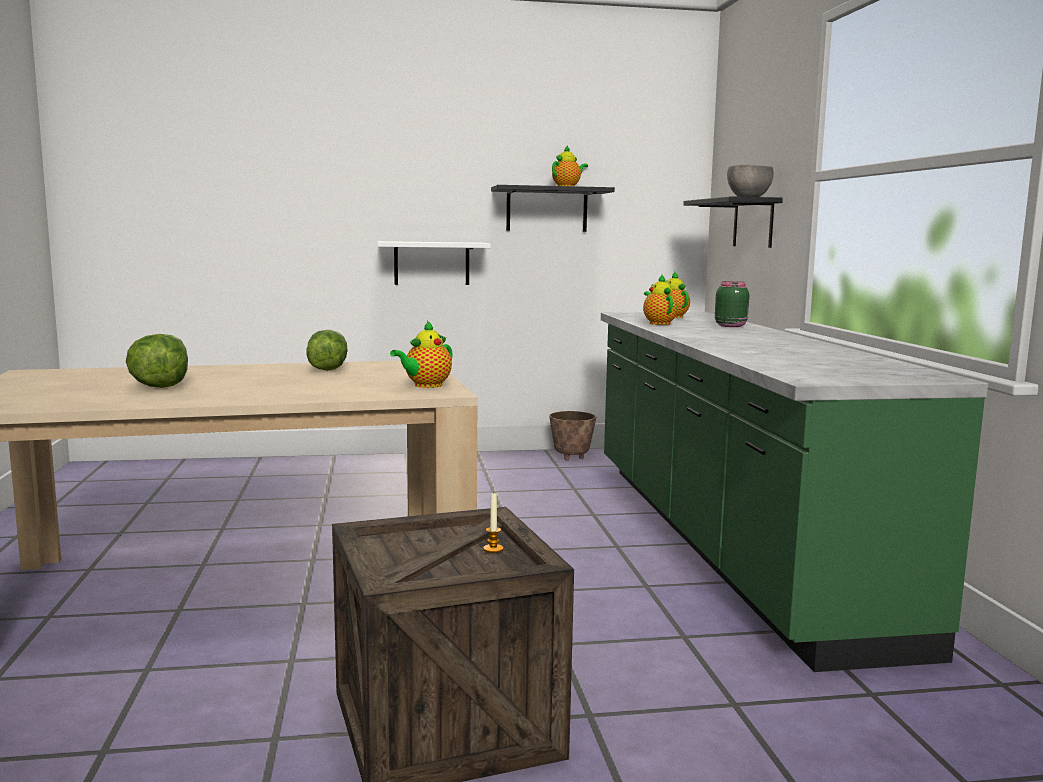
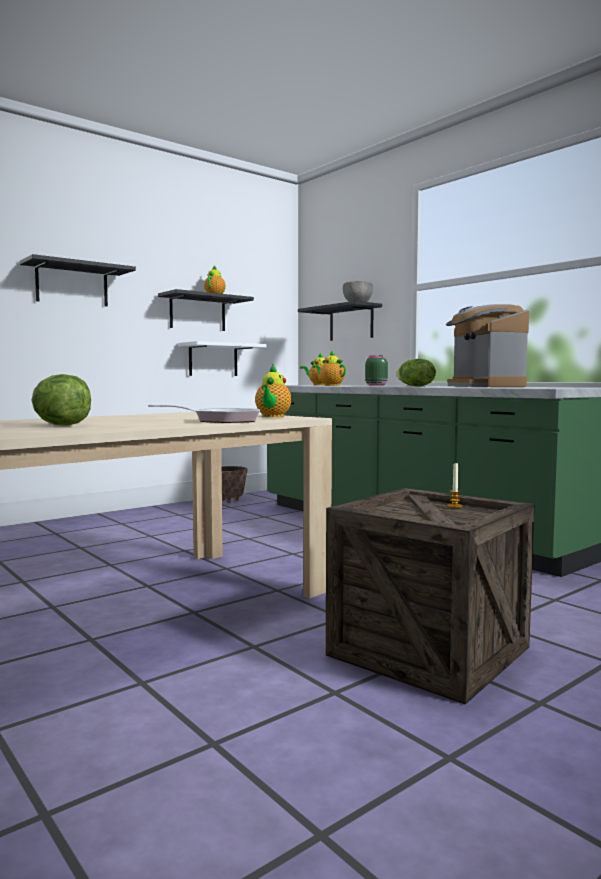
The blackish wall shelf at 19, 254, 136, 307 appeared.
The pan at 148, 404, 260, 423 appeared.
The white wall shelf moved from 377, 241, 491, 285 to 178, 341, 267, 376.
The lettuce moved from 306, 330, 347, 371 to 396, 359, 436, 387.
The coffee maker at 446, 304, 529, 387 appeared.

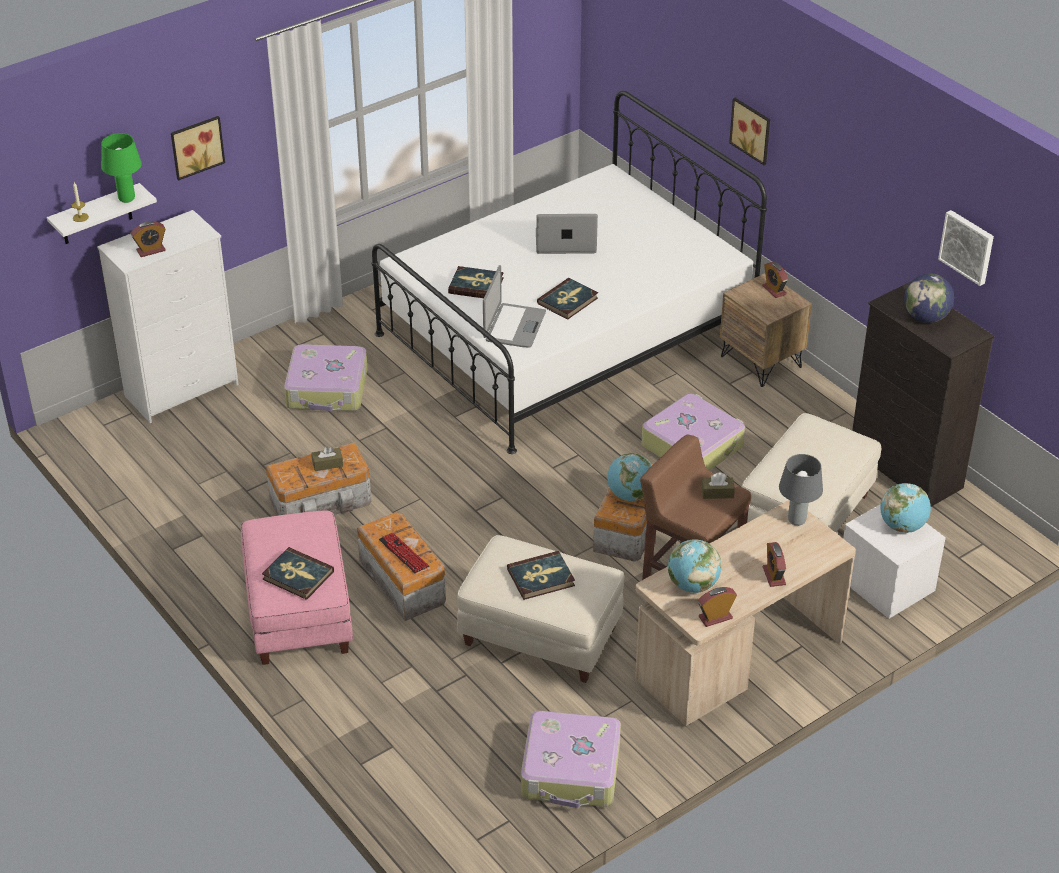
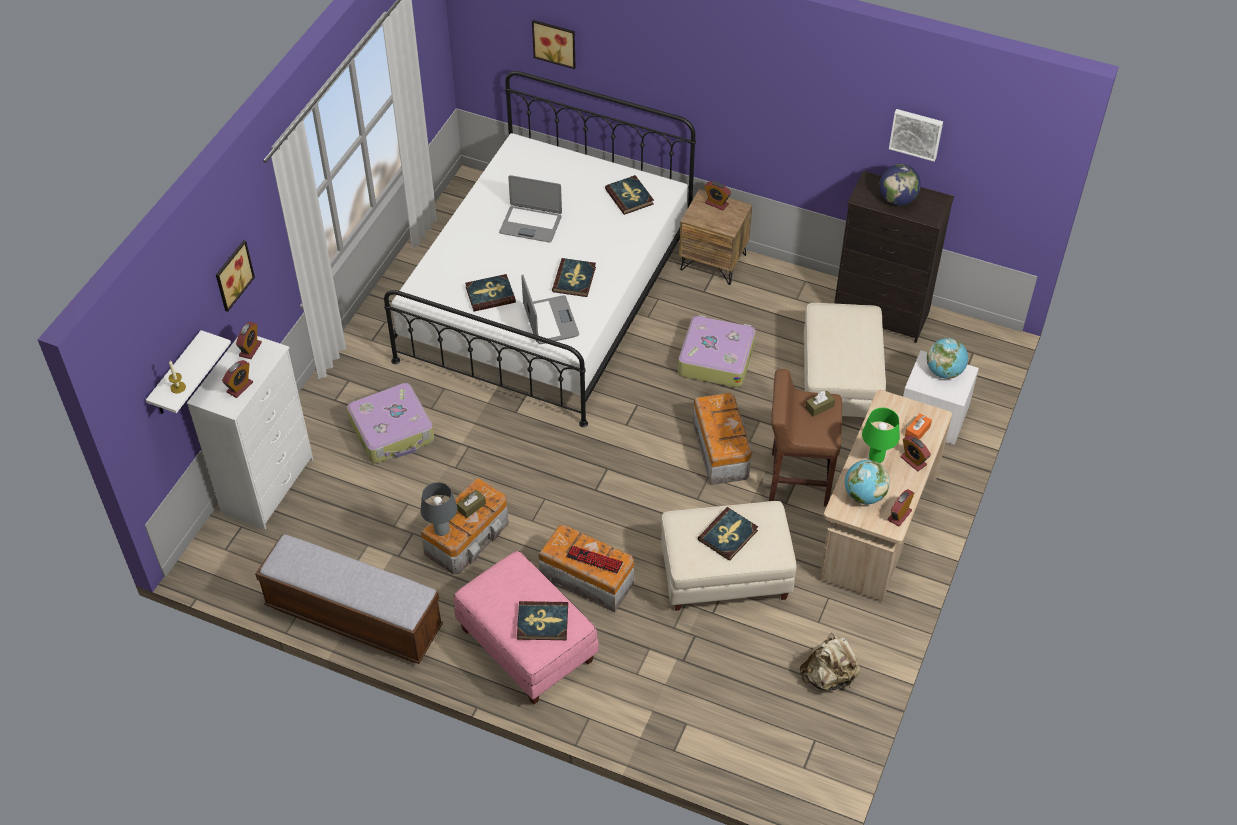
The table clock at 236, 322, 262, 359 appeared.
The indoor bench at 255, 534, 443, 664 appeared.
The greyish lamp for a table moved from 779, 454, 823, 526 to 420, 482, 457, 536.
The portable computer at 536, 214, 598, 254 turned 135 degrees counterclockwise.
The wall art moved from 729, 98, 770, 165 to 532, 20, 576, 69.
The bound book at 605, 175, 654, 215 appeared.
The suitcase at 521, 711, 621, 808 was replaced by the beige rucksack at 800, 633, 860, 691.
The greenish lamp for a table moved from 101, 133, 142, 203 to 862, 408, 900, 463.
The orange tissue holder at 905, 413, 932, 440 appeared.
The desk globe at 607, 453, 652, 501 disappeared.

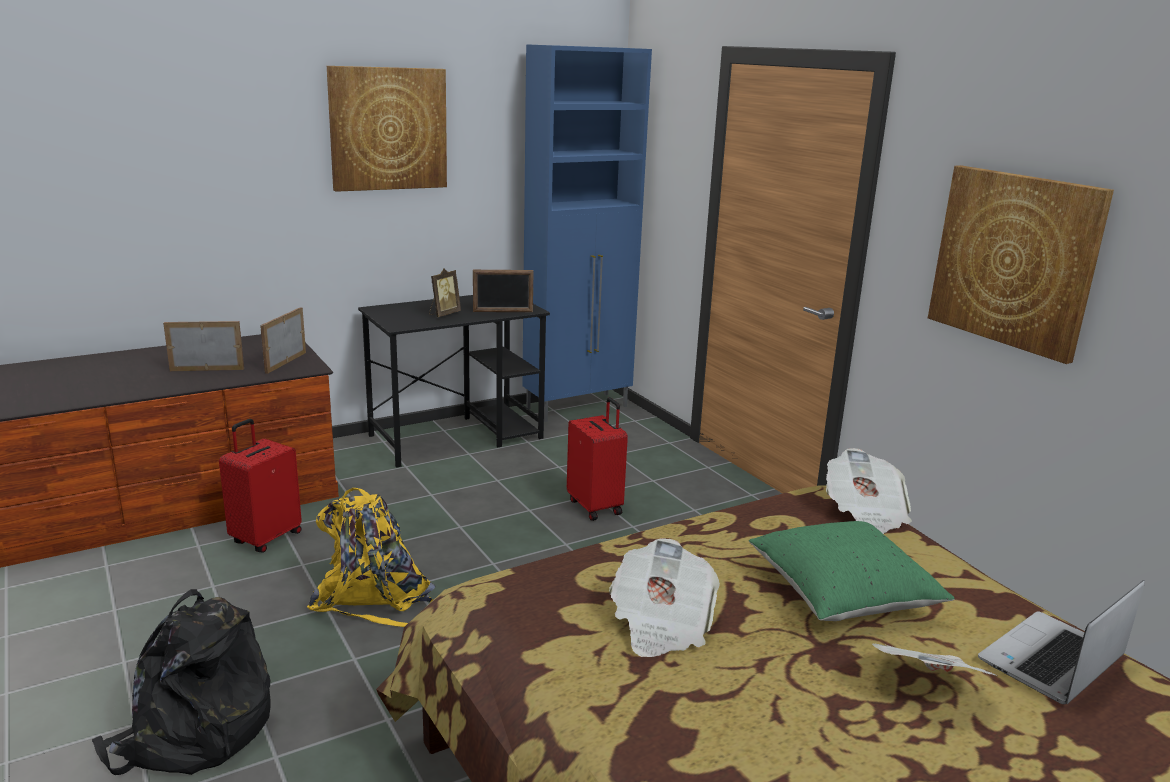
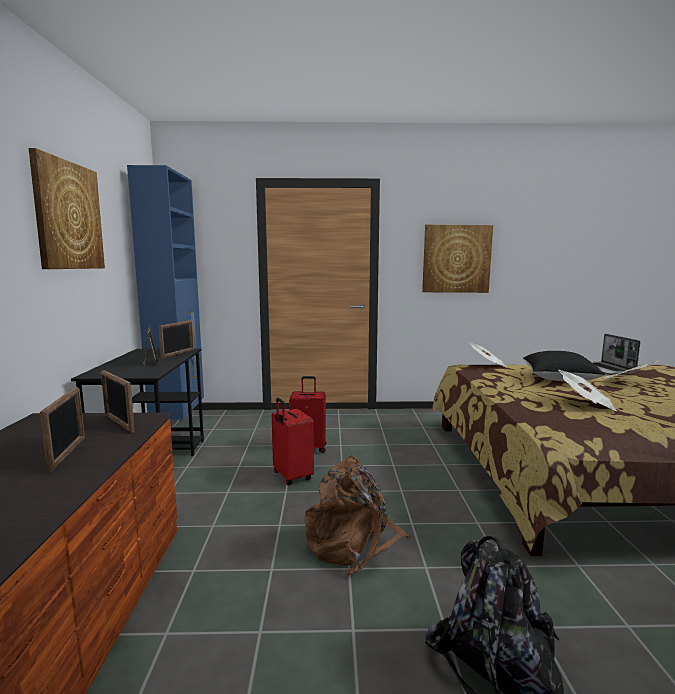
The standing frame at 163, 321, 244, 371 turned 150 degrees clockwise.
The red suitcase moved from 219, 419, 302, 553 to 272, 398, 314, 485.
The yellow-coloured rucksack at 307, 488, 436, 627 became the brownish rucksack at 304, 455, 410, 575.
The greenish throw pillow at 749, 521, 955, 621 became the blackish throw pillow at 523, 351, 605, 381.

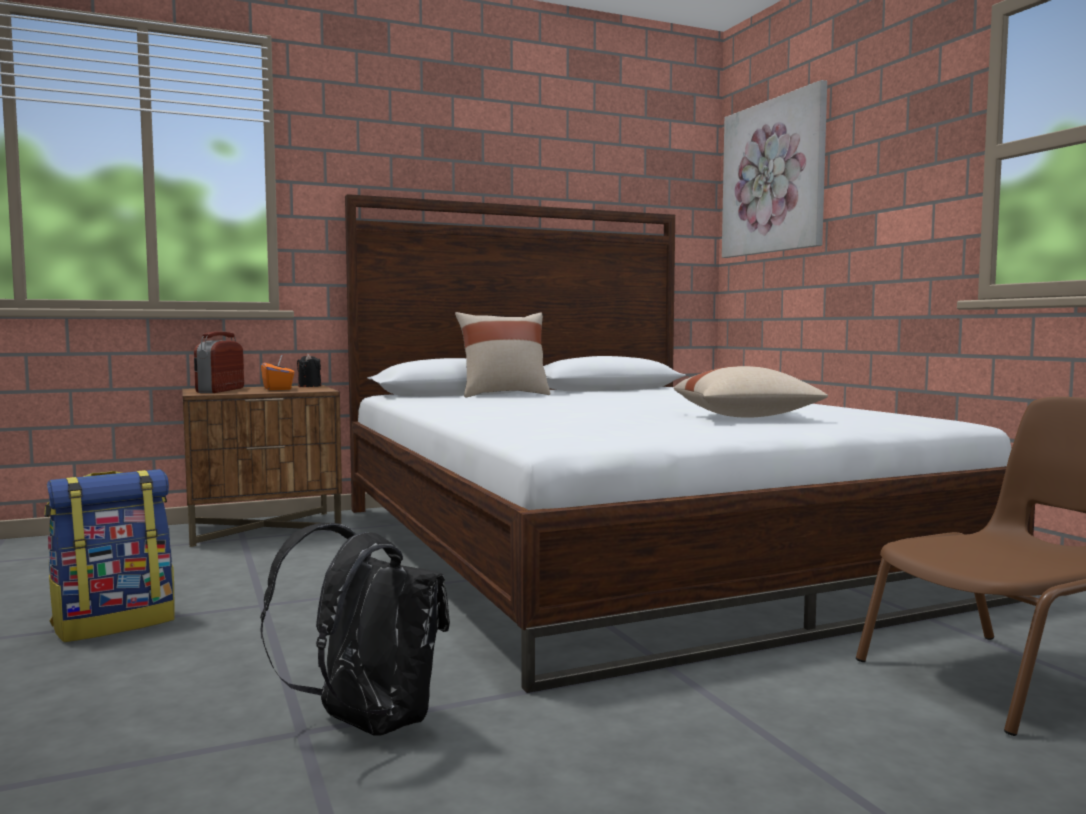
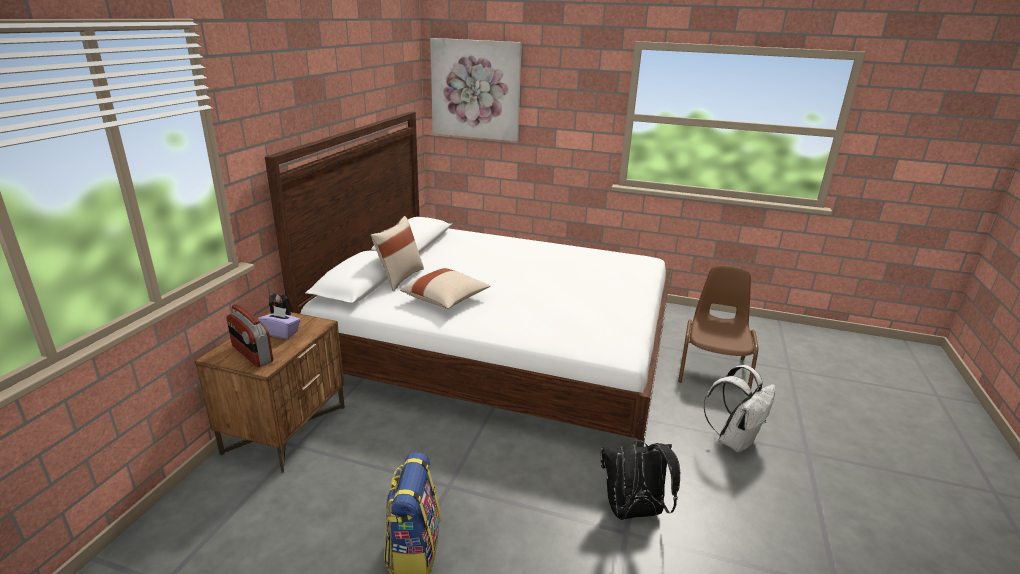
The orange tissue holder at 261, 355, 294, 390 became the purplish tissue holder at 258, 306, 300, 339.
The beige throw pillow moved from 674, 366, 828, 418 to 400, 268, 490, 309.
The white rucksack at 704, 365, 776, 453 appeared.

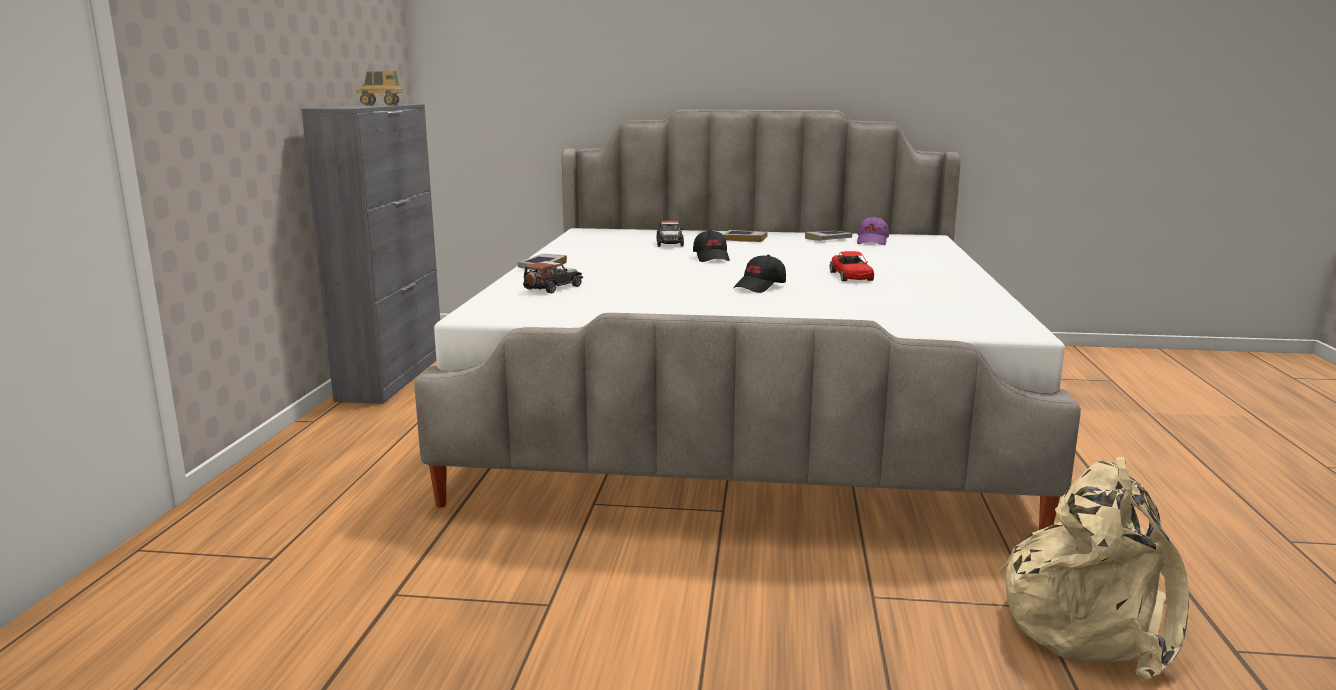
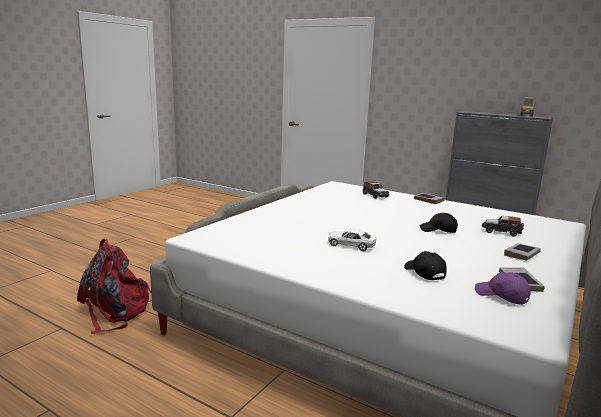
The beige rucksack at 999, 457, 1189, 680 became the red rucksack at 77, 239, 151, 334.
The red toy car at 830, 251, 874, 281 became the white toy car at 328, 228, 376, 251.
The blackish peaked cap moved from 733, 255, 786, 293 to 404, 251, 447, 280.

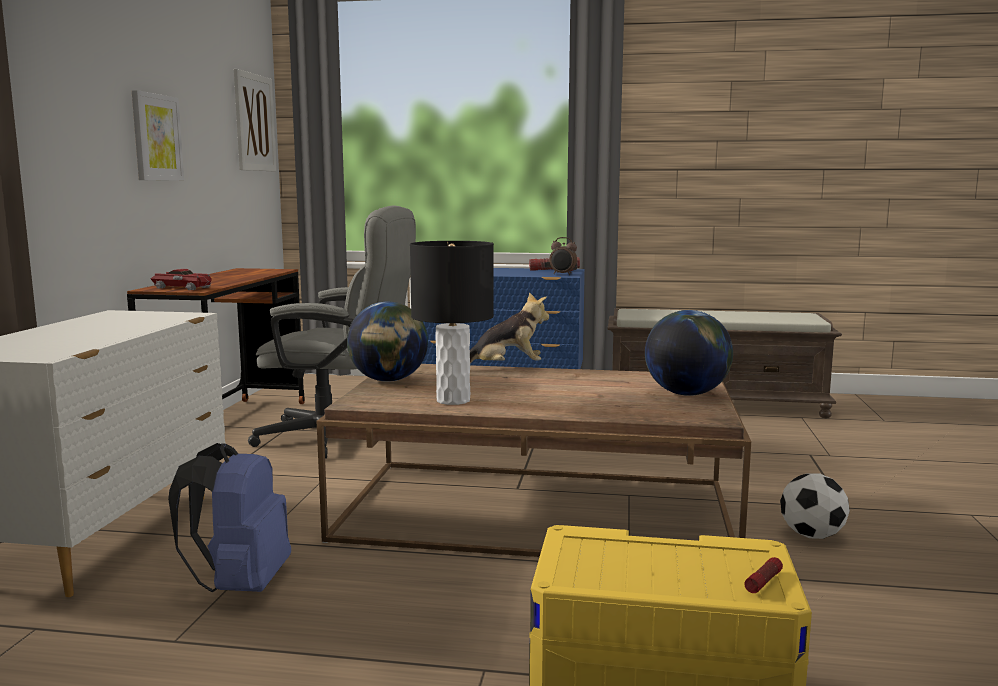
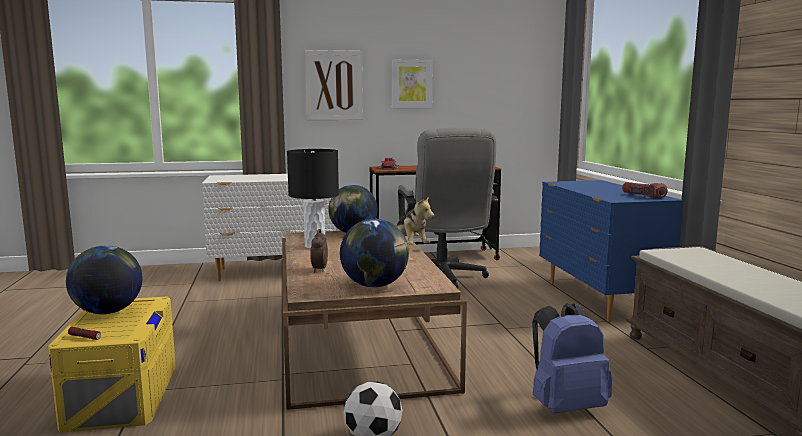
The desk globe at 66, 245, 142, 314 appeared.
The wall art moved from 234, 69, 277, 171 to 305, 50, 363, 120.
The table clock moved from 549, 237, 577, 275 to 310, 229, 328, 272.
The bluish rucksack moved from 168, 443, 291, 592 to 532, 303, 612, 413.

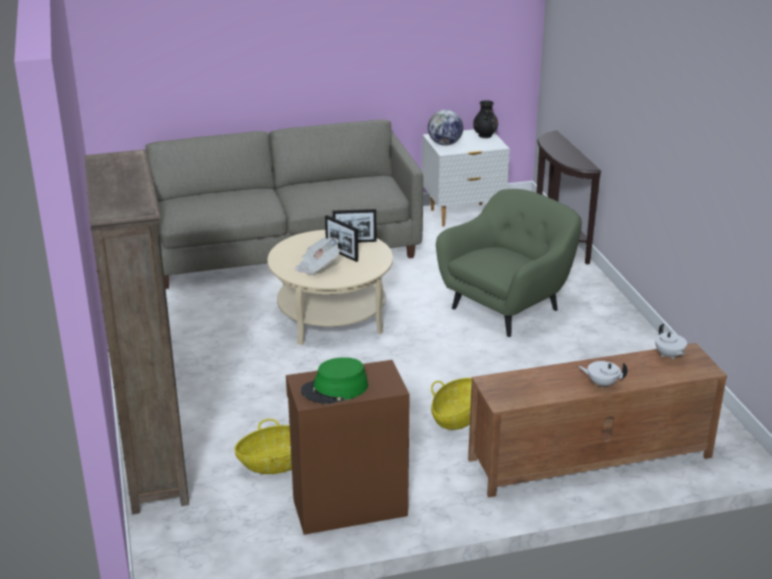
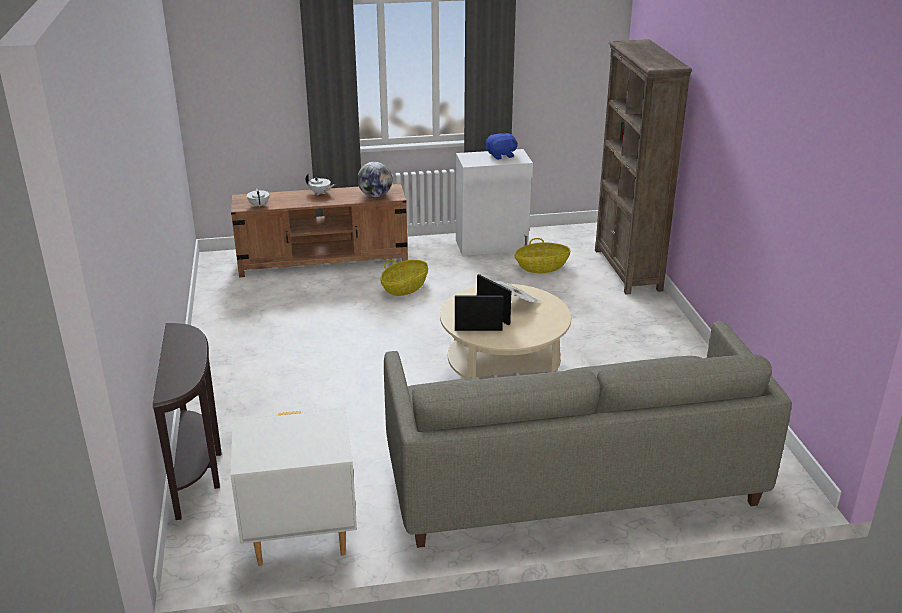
The desk globe moved from 428, 110, 463, 146 to 357, 162, 393, 197.
The brownish storage cabinet at 286, 360, 410, 535 became the white storage cabinet at 456, 149, 533, 256.
The greenish hat at 301, 357, 368, 404 was replaced by the bluish plush toy at 486, 132, 518, 160.
The greenish lounge chair at 436, 189, 582, 337 disappeared.
The blackish decorative vase at 473, 100, 498, 138 disappeared.

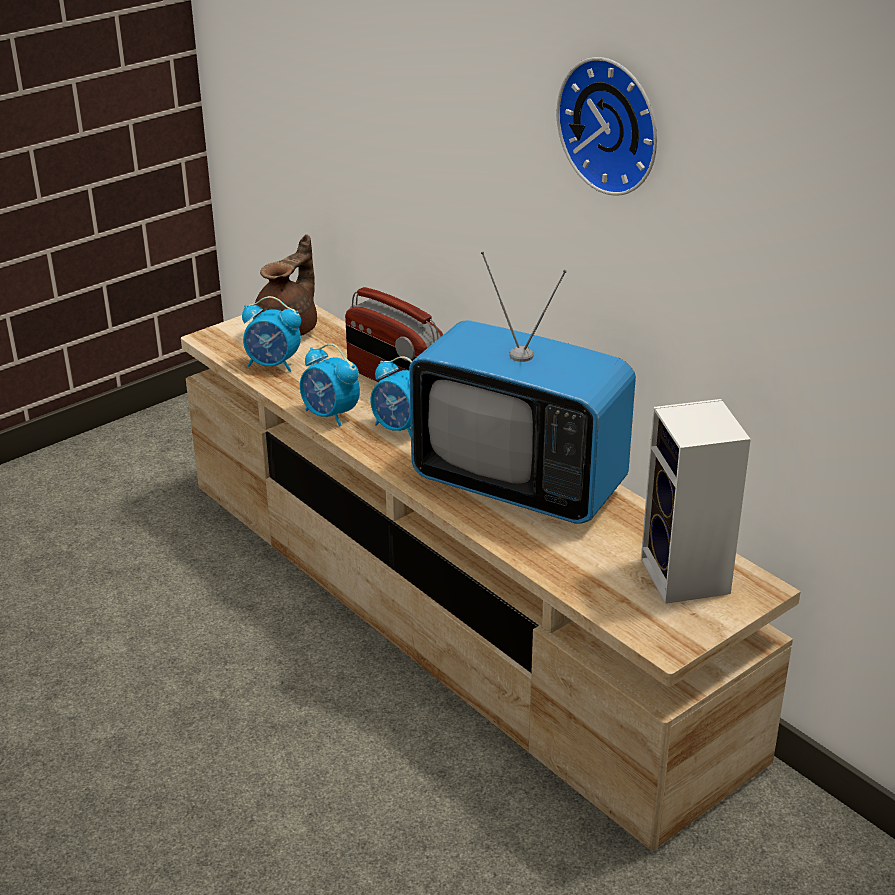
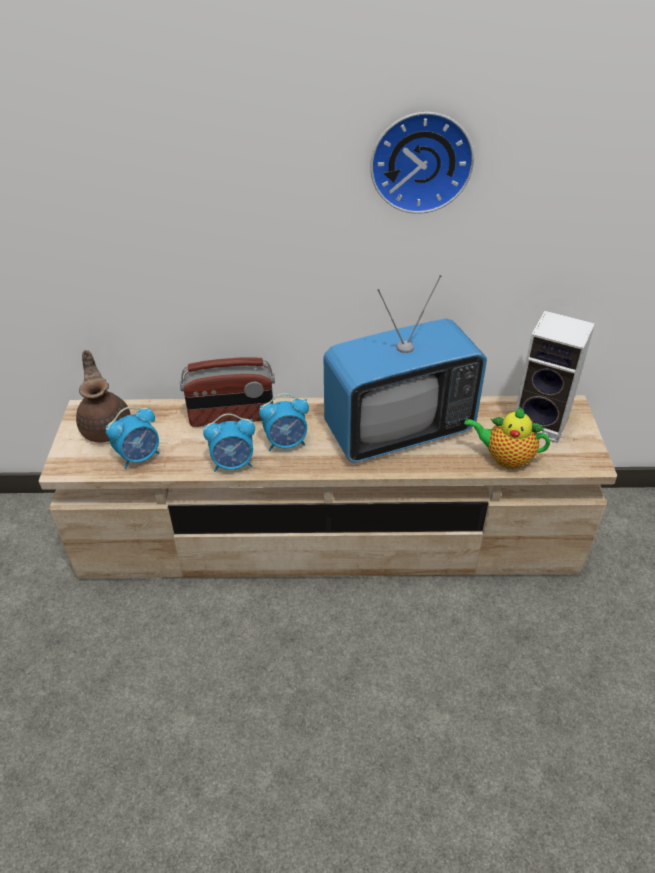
The tea pot at 464, 407, 550, 469 appeared.

